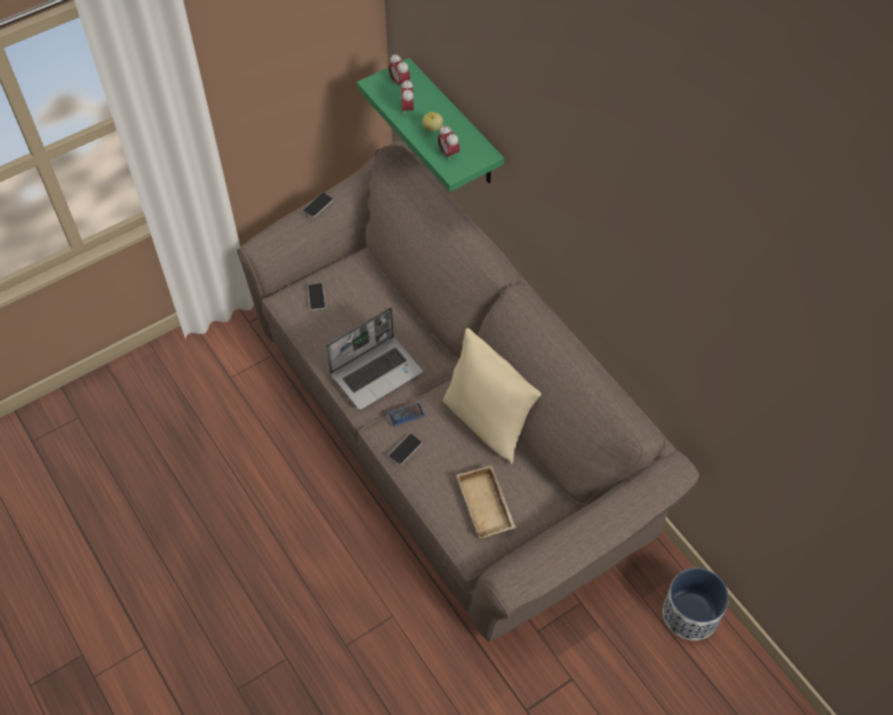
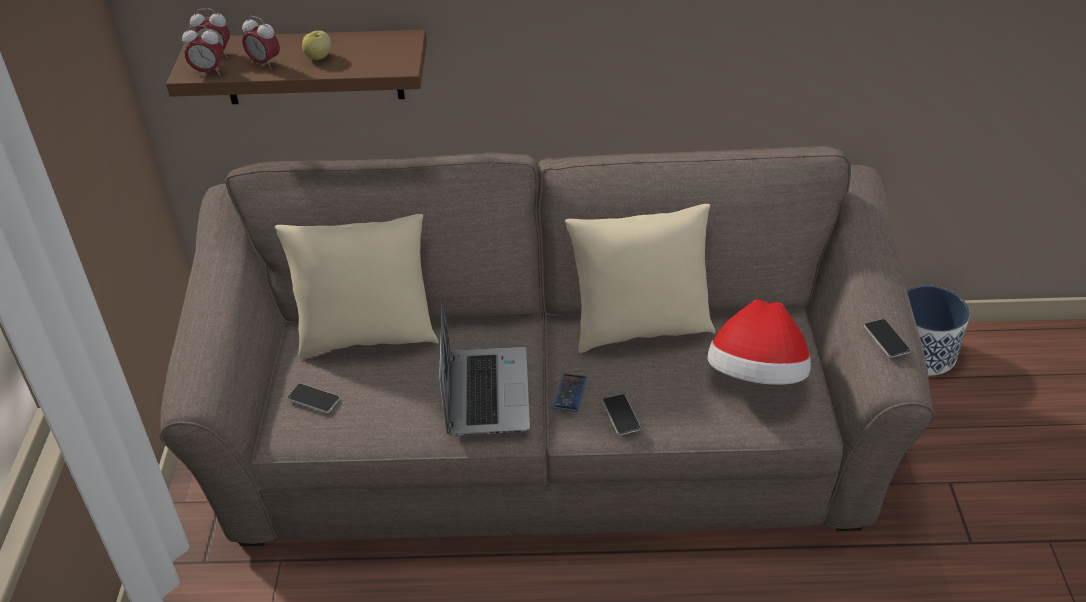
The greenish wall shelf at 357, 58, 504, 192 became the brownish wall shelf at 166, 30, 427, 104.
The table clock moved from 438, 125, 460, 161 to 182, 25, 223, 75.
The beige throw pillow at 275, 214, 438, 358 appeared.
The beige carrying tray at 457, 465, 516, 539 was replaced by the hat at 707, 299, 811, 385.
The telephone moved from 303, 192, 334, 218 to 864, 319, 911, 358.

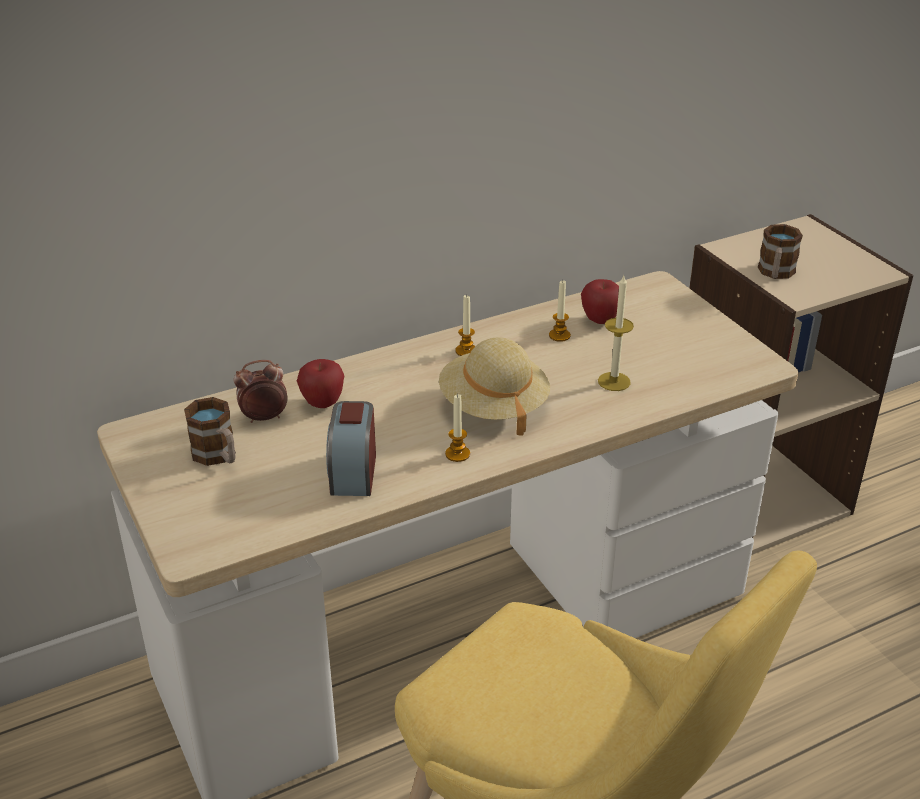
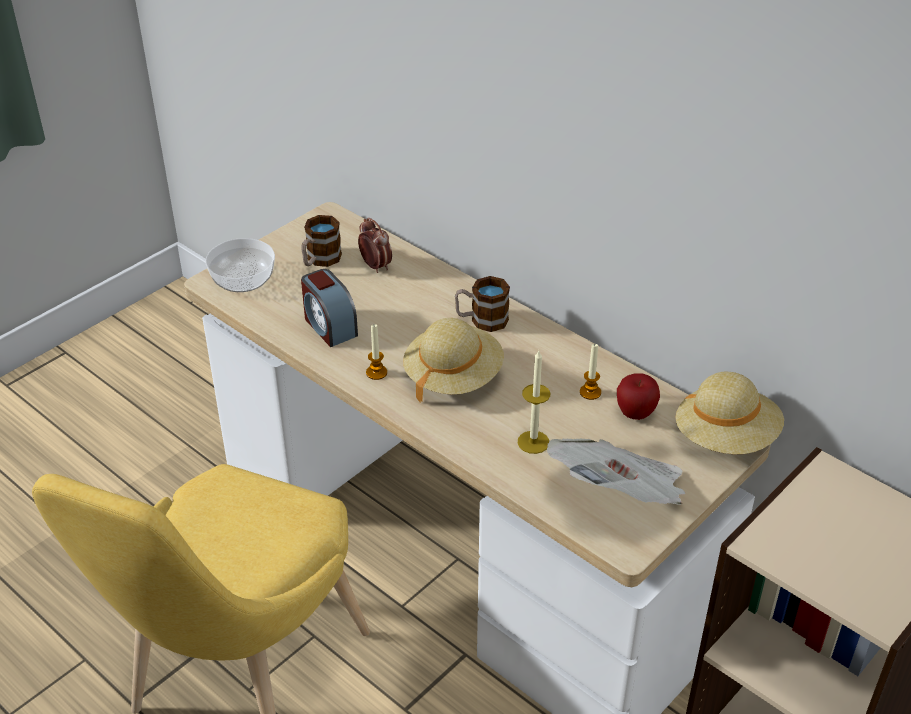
The bowl at 206, 238, 275, 292 appeared.
The table clock at 326, 401, 376, 496 turned 105 degrees counterclockwise.
The coffee mug moved from 758, 224, 803, 279 to 455, 276, 510, 332.
The daily paper at 547, 439, 685, 505 appeared.
The beige hat at 675, 372, 784, 454 appeared.
The whole apple at 297, 359, 344, 408 disappeared.
The candle at 455, 294, 475, 356 disappeared.

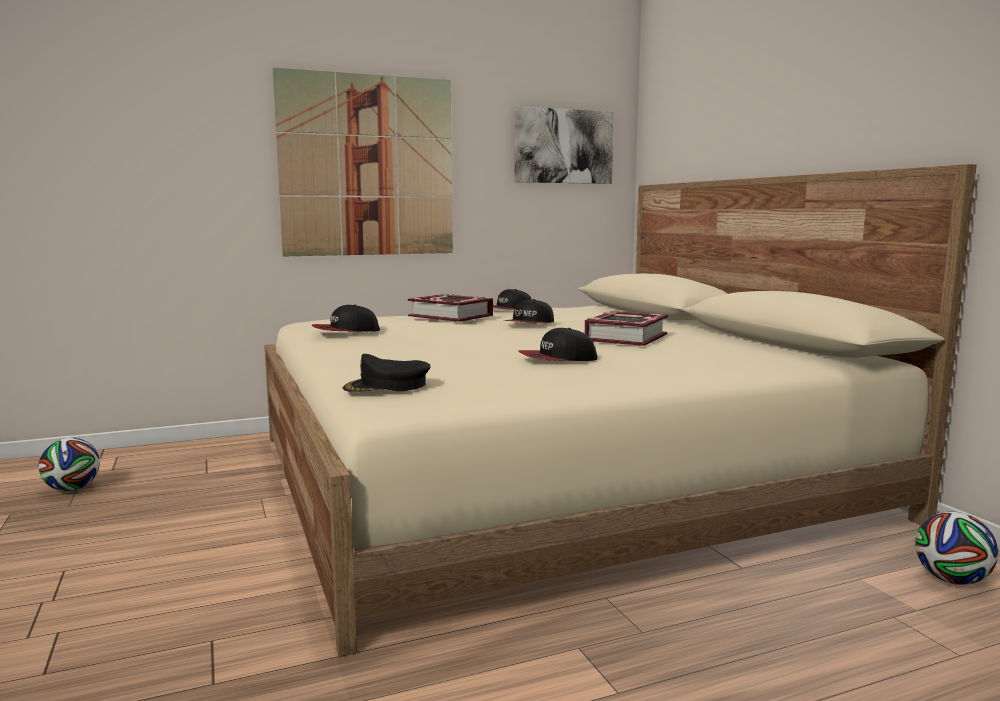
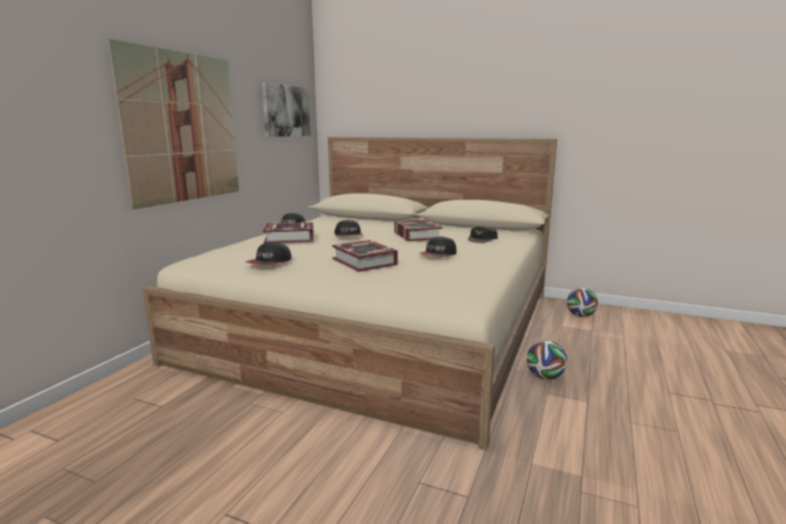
The bound book at 332, 240, 398, 272 appeared.
The blackish peaked cap moved from 343, 354, 430, 392 to 468, 226, 498, 243.
The football moved from 39, 438, 100, 491 to 527, 340, 567, 380.

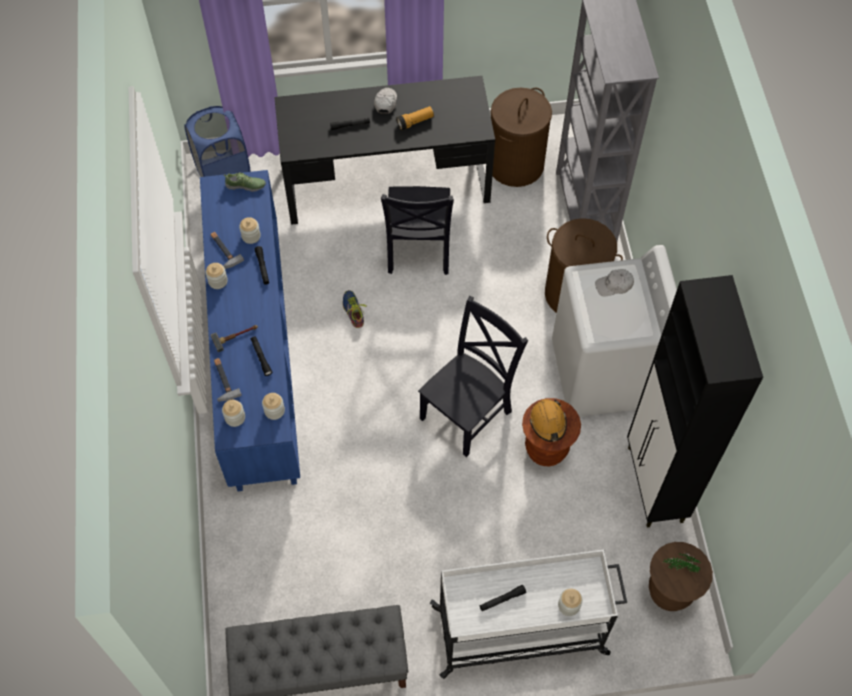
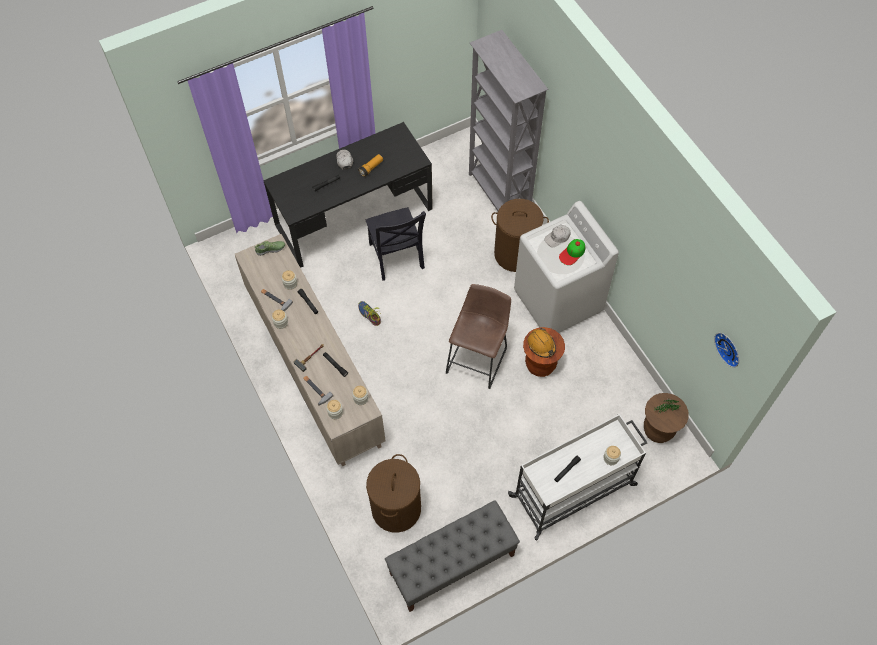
The bluish storage cabinet at 200, 170, 300, 491 became the beige storage cabinet at 235, 234, 386, 467.
The brownish laundry basket moved from 491, 87, 552, 187 to 366, 454, 421, 533.
The blackish chair at 418, 296, 528, 457 was replaced by the brownish stool at 446, 284, 511, 389.
The peaked cap at 559, 239, 585, 265 appeared.
The clock on the wall at 714, 333, 739, 367 appeared.
The bluish laundry basket at 184, 106, 251, 177 disappeared.
The blackish storage cabinet at 627, 275, 763, 527 disappeared.

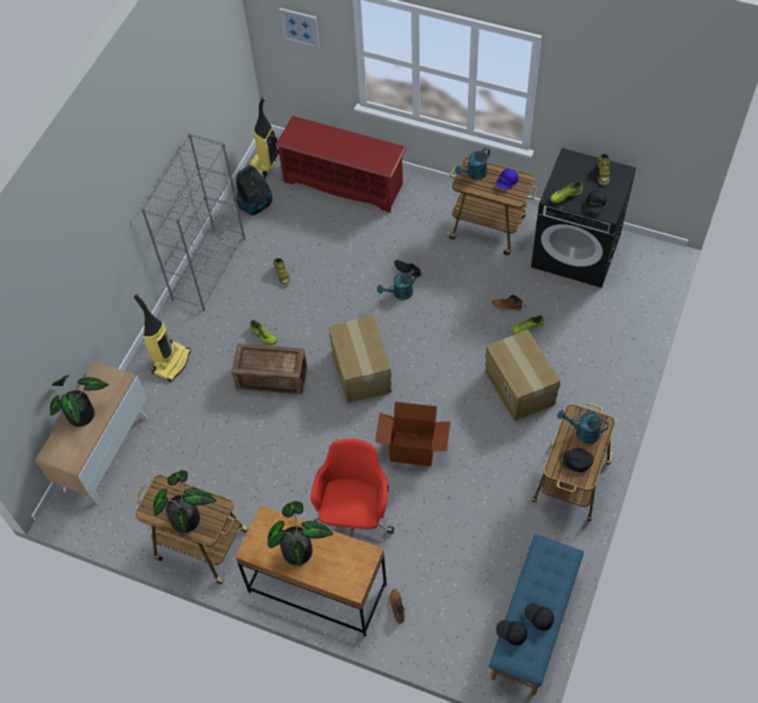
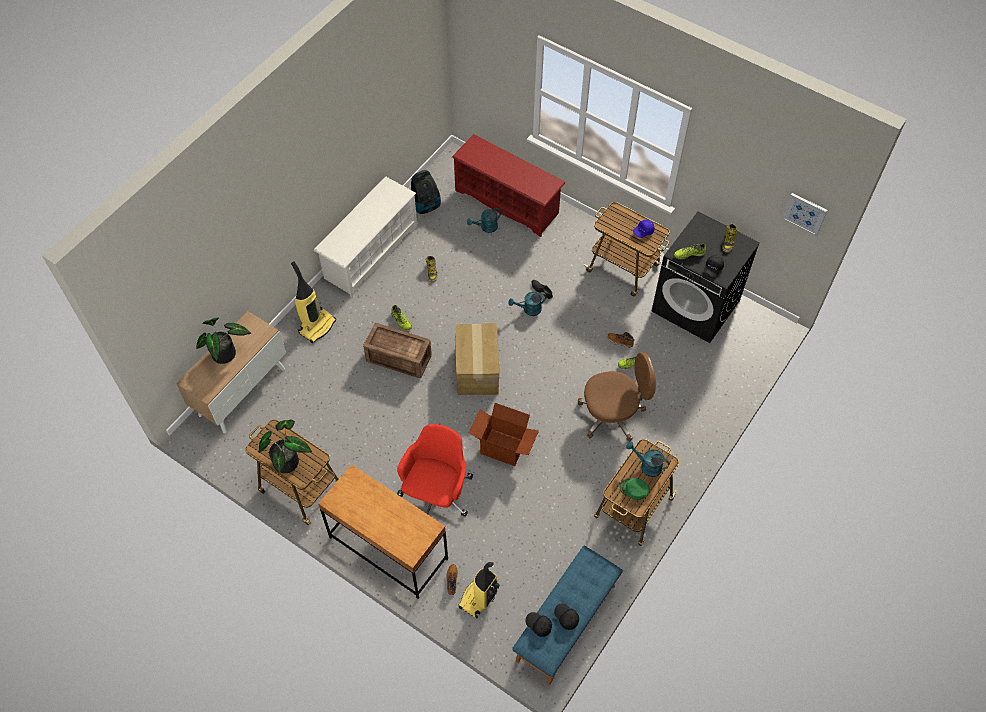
The greyish bookshelf at 141, 133, 245, 311 was replaced by the white shoe shelf at 314, 176, 417, 297.
The vacuum cleaner moved from 249, 96, 279, 179 to 458, 562, 499, 618.
The turquoise-coloured watering pot moved from 455, 148, 490, 180 to 467, 208, 501, 233.
The carton at 485, 330, 561, 421 was replaced by the brownish office chair at 578, 352, 656, 442.
The blackish peaked cap at 559, 448, 594, 472 became the greenish peaked cap at 620, 478, 650, 500.
The wall art moved from 279, 8, 320, 49 to 782, 193, 827, 236.
The plant in a pot at 268, 501, 333, 566 disappeared.

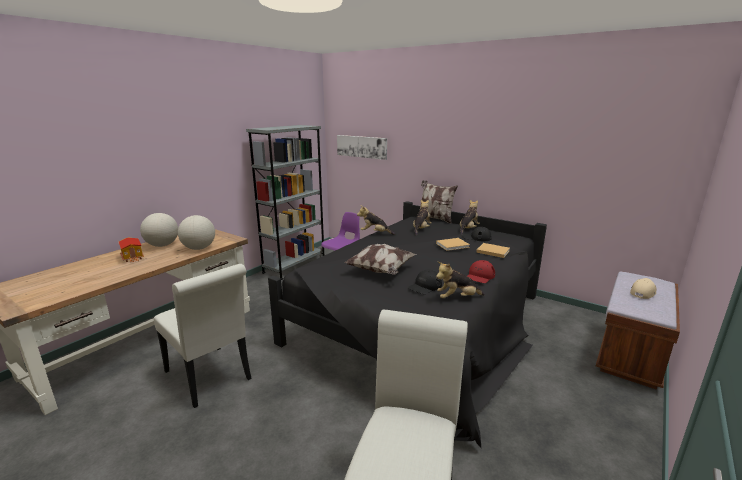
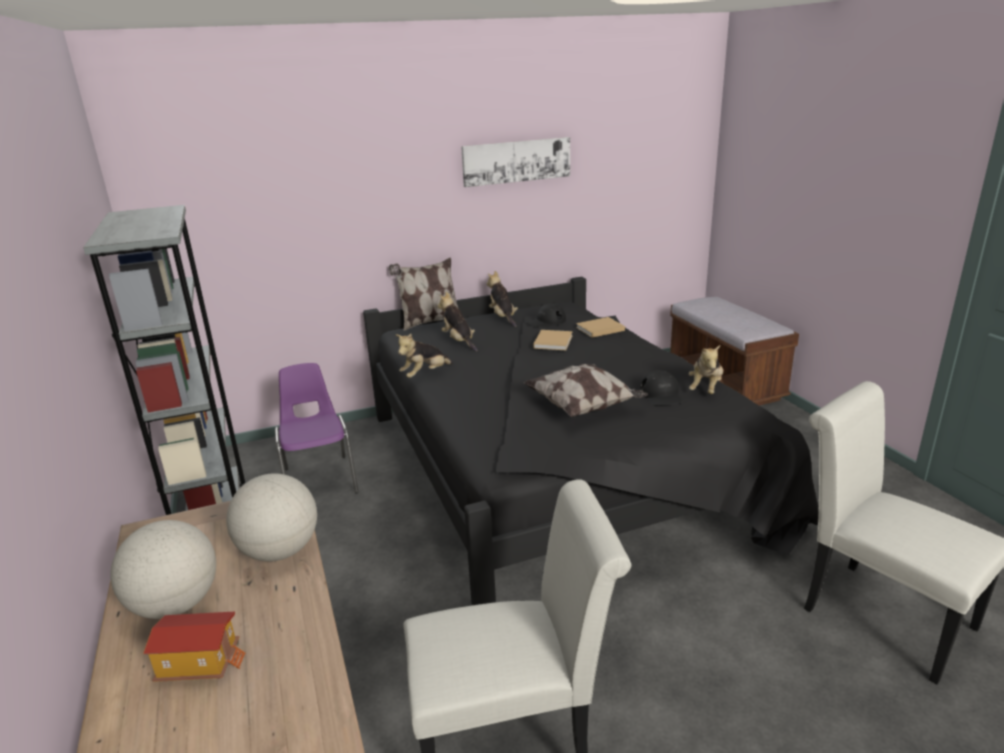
The wall art moved from 337, 135, 387, 160 to 461, 137, 570, 187.
The red peaked cap at 468, 260, 495, 283 disappeared.
The beige peaked cap at 630, 278, 656, 299 disappeared.

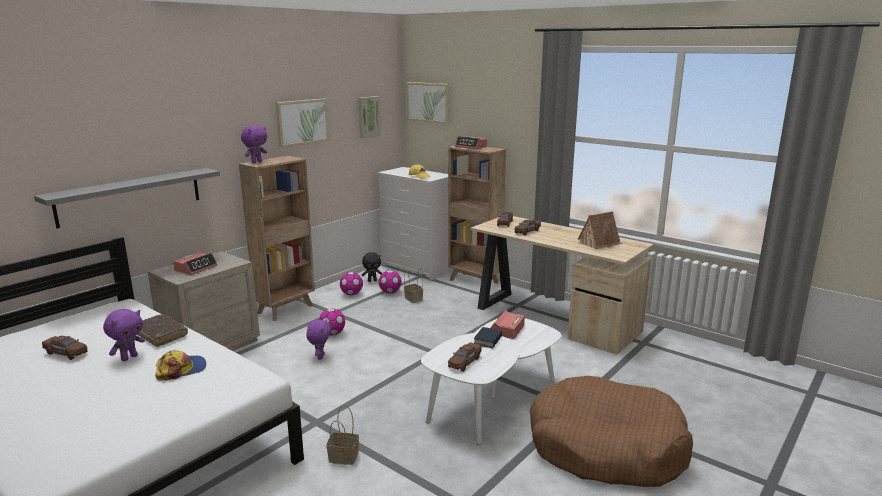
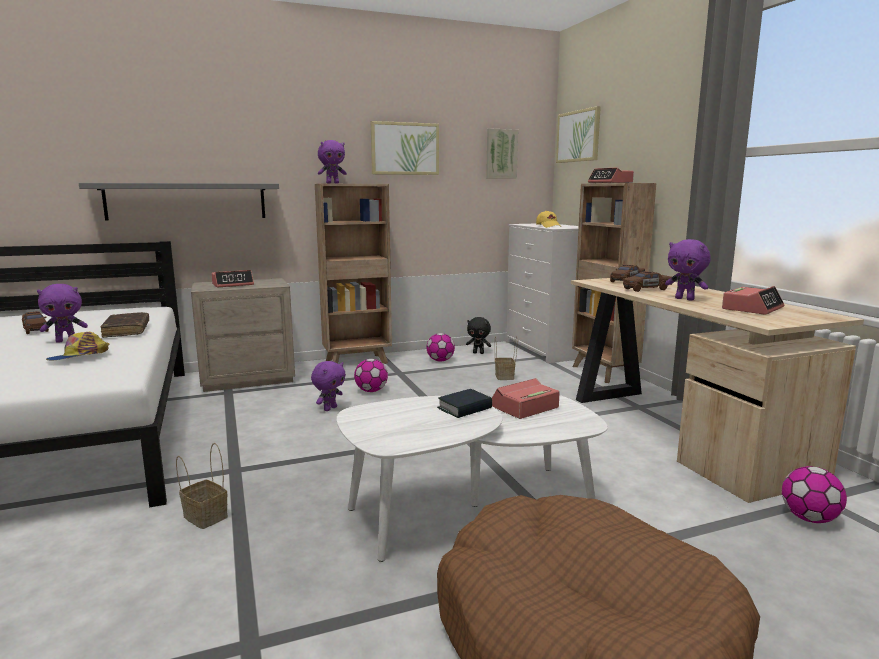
The peaked cap at 155, 350, 206, 380 turned 135 degrees clockwise.
The purplish plush toy at 665, 239, 711, 301 appeared.
The toy house at 578, 211, 623, 249 was replaced by the table clock at 722, 286, 785, 315.
The football moved from 379, 270, 402, 293 to 782, 466, 847, 523.
The brownish toy car at 448, 342, 482, 372 disappeared.

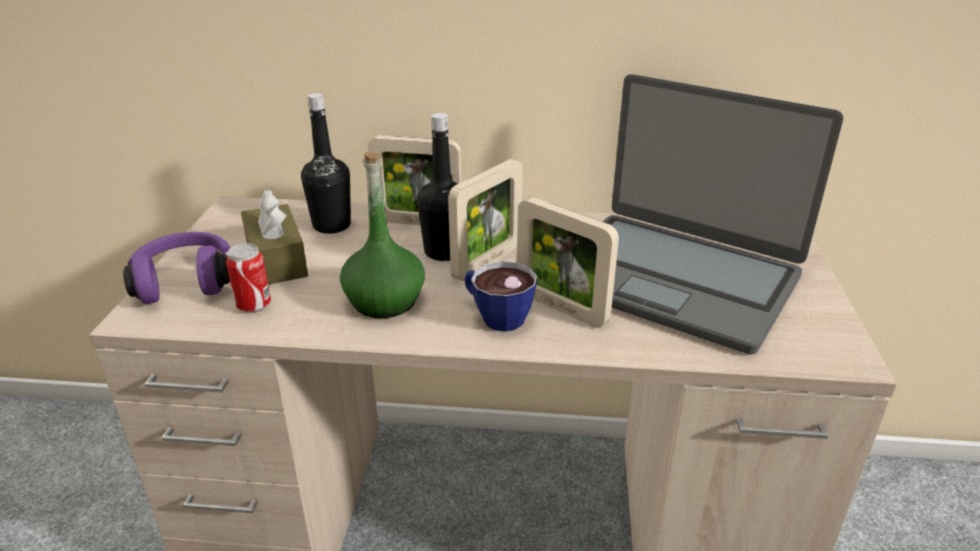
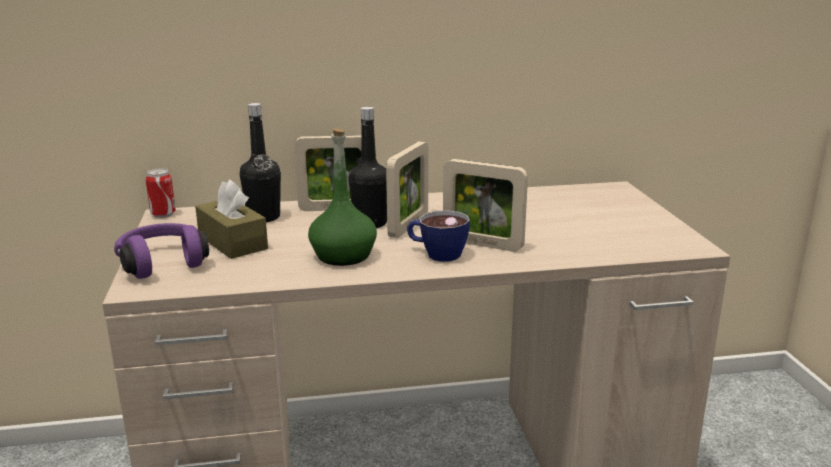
The metal can moved from 226, 243, 271, 313 to 146, 169, 176, 218.
The portable computer at 603, 74, 843, 354 disappeared.

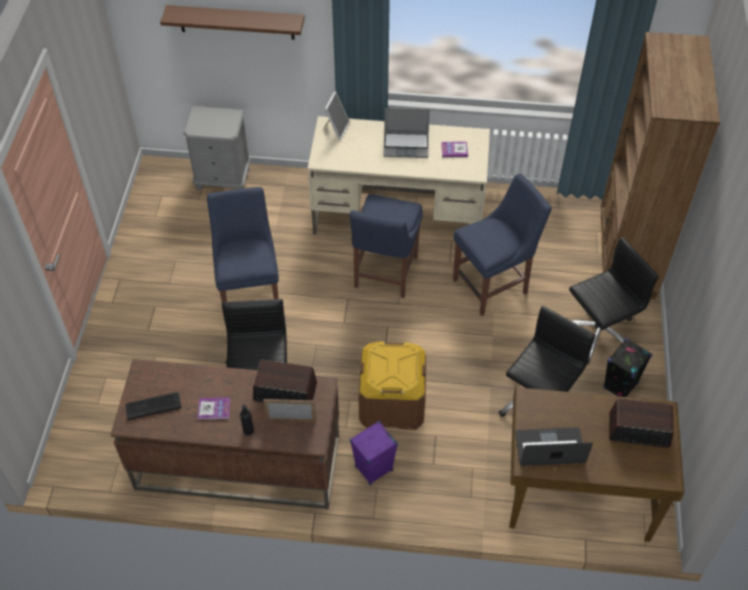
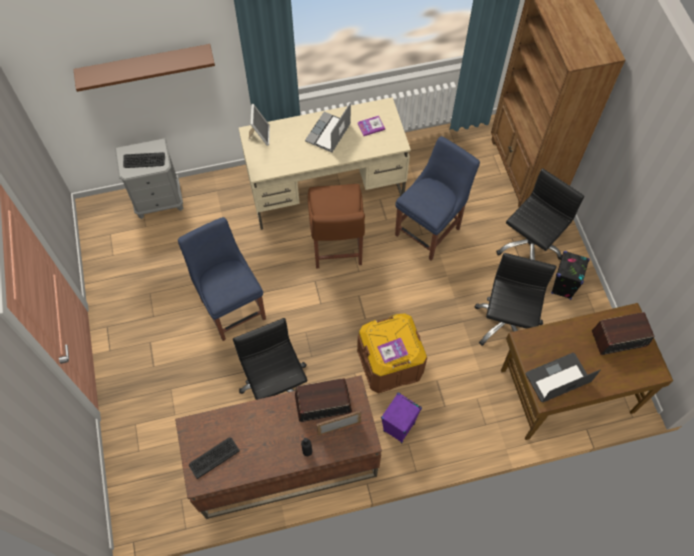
The keyboard at 123, 152, 165, 168 appeared.
The portable computer at 383, 108, 430, 158 turned 135 degrees clockwise.
The bluish chair at 350, 194, 423, 298 became the brownish chair at 308, 184, 365, 269.
The bound book moved from 198, 397, 230, 420 to 377, 338, 408, 363.

